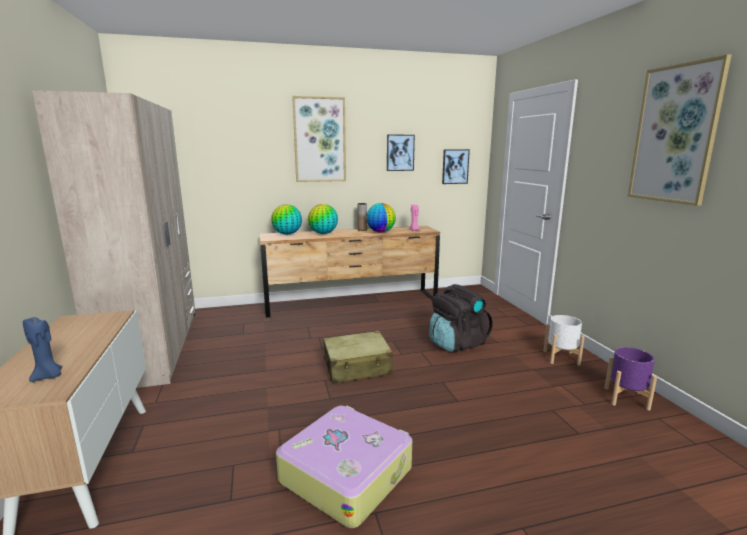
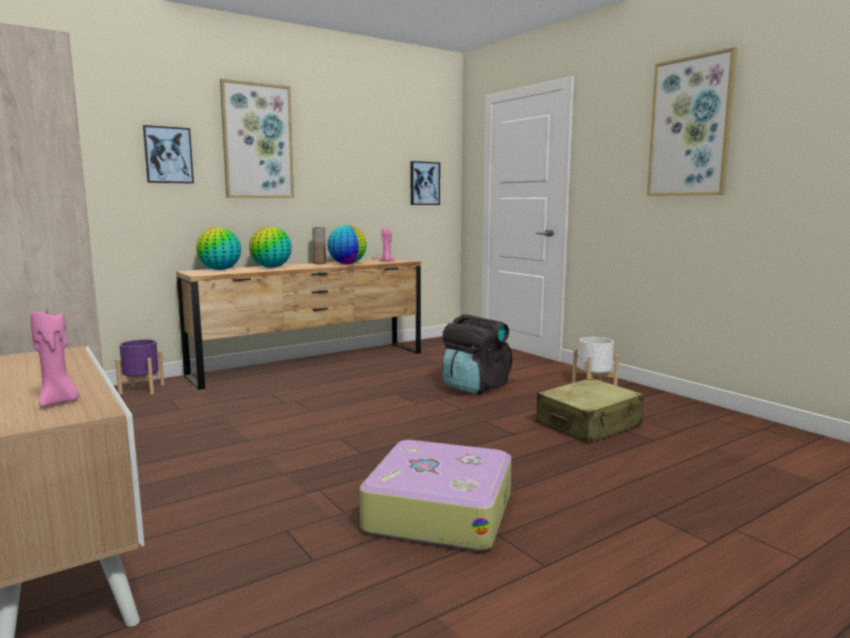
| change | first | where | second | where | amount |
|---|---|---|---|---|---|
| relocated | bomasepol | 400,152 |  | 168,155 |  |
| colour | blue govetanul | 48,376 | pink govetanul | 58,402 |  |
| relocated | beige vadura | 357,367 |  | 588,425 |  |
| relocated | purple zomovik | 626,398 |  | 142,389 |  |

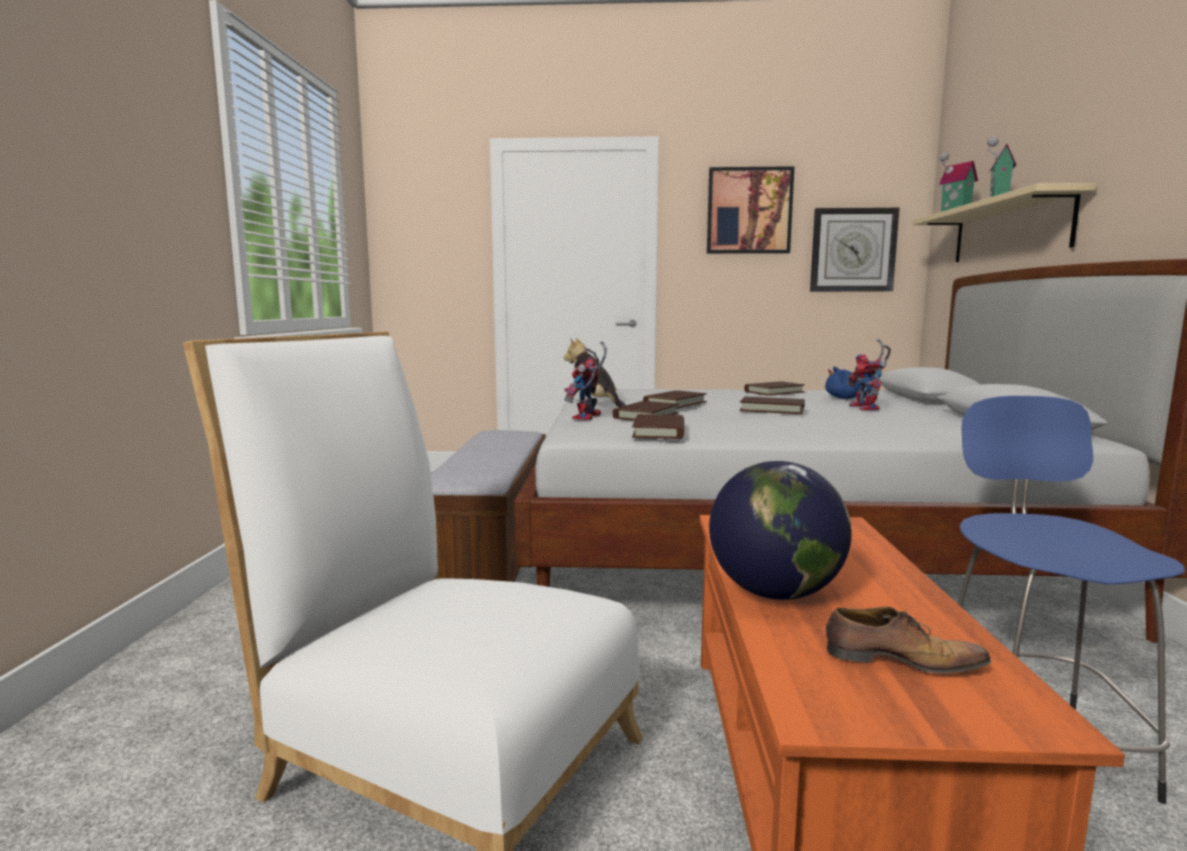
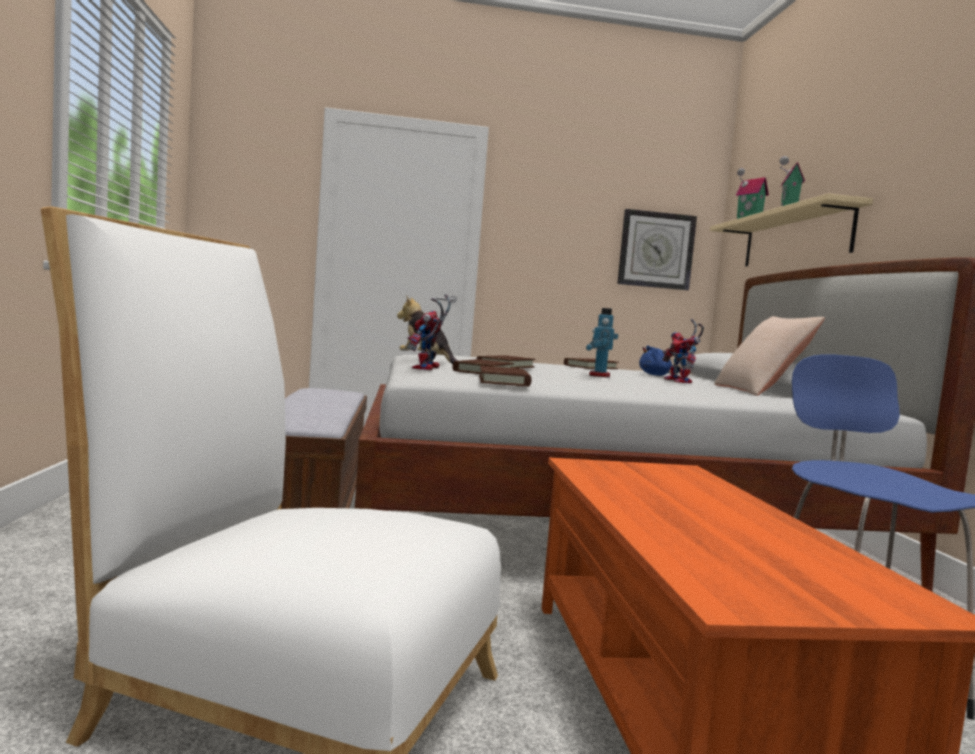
| change | first | where | second | where | amount |
|---|---|---|---|---|---|
| missing | bomasepol | 749,211 |  |  |  |
| exchanged | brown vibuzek | 772,409 | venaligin | 598,375 |  |
| missing | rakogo | 776,593 |  |  |  |
| missing | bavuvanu | 899,660 |  |  |  |
| appeared |  |  | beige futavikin | 760,392 |  |

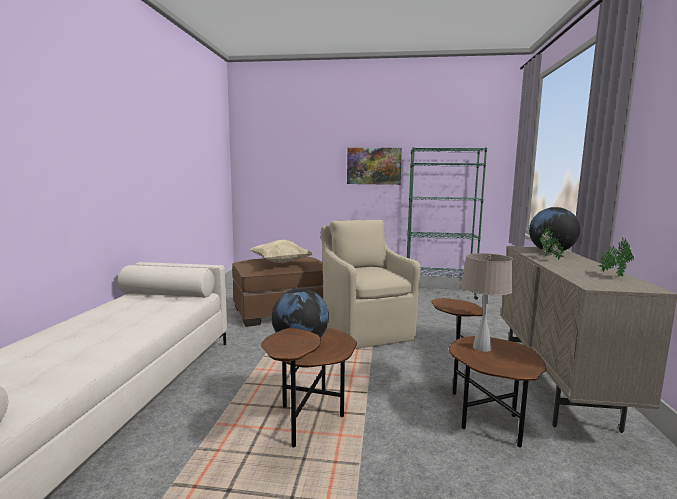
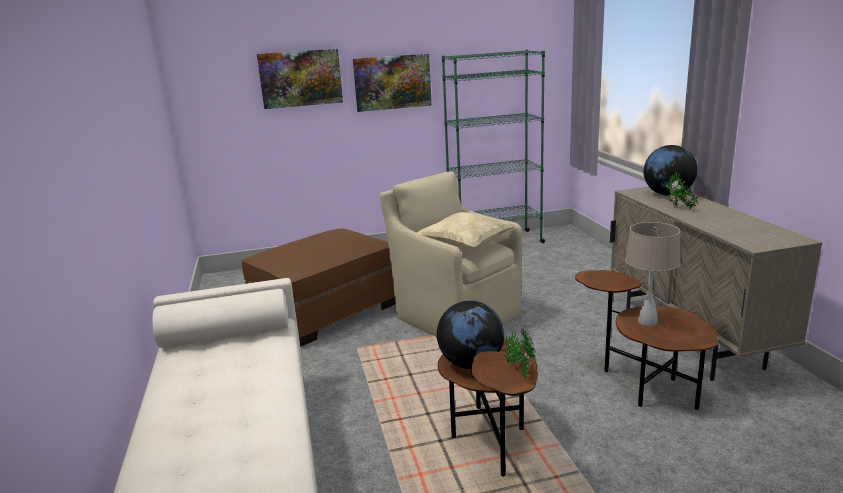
| change | first | where | second | where | amount |
|---|---|---|---|---|---|
| relocated | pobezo | 613,275 |  | 519,370 |  |
| relocated | beige futavikin | 280,263 |  | 465,246 |  |
| appeared |  |  | bomasepol | 300,78 |  |

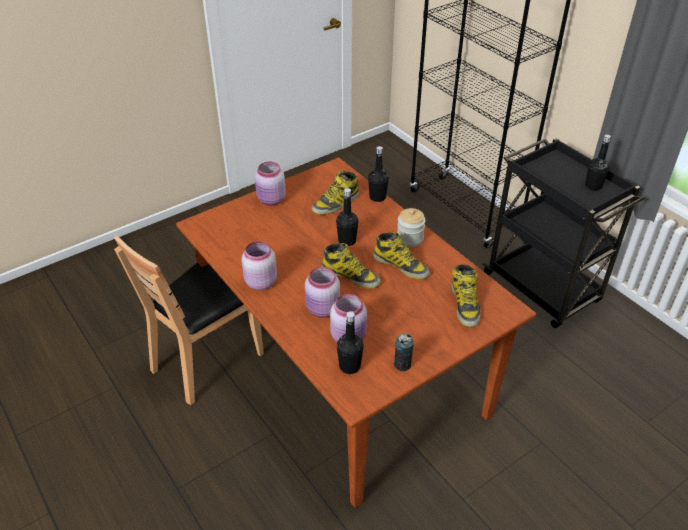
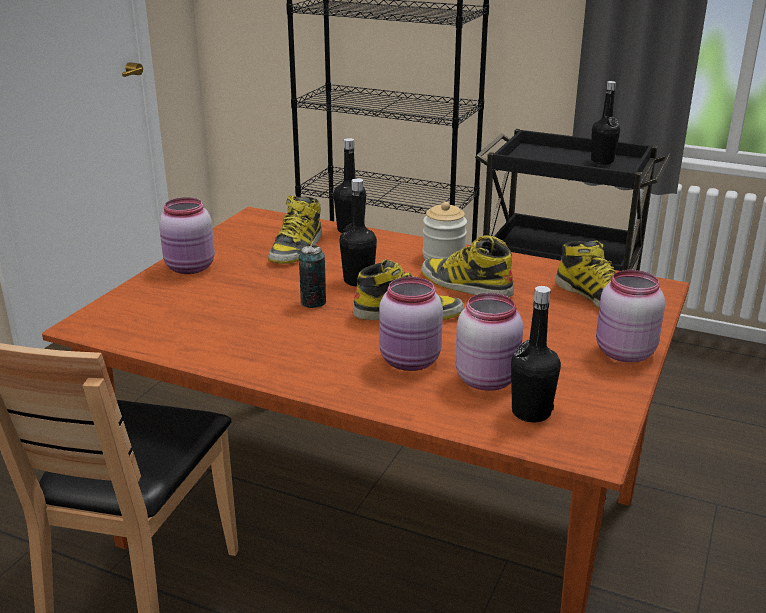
| change | first | where | second | where | amount |
|---|---|---|---|---|---|
| spun | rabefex | 401,265 |  | 465,285 | 150 degrees counterclockwise |
| relocated | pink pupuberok | 260,282 |  | 623,353 |  |
| relocated | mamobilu | 402,364 |  | 313,302 |  |

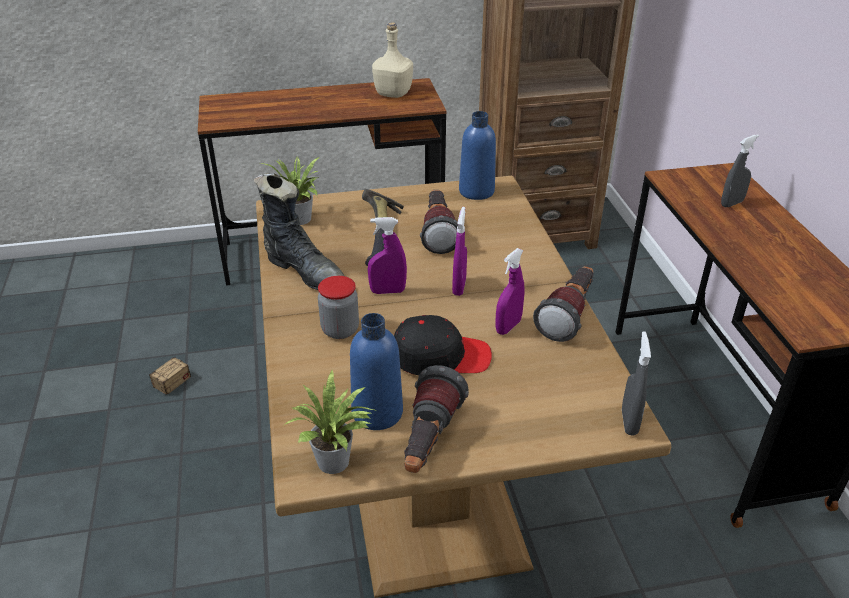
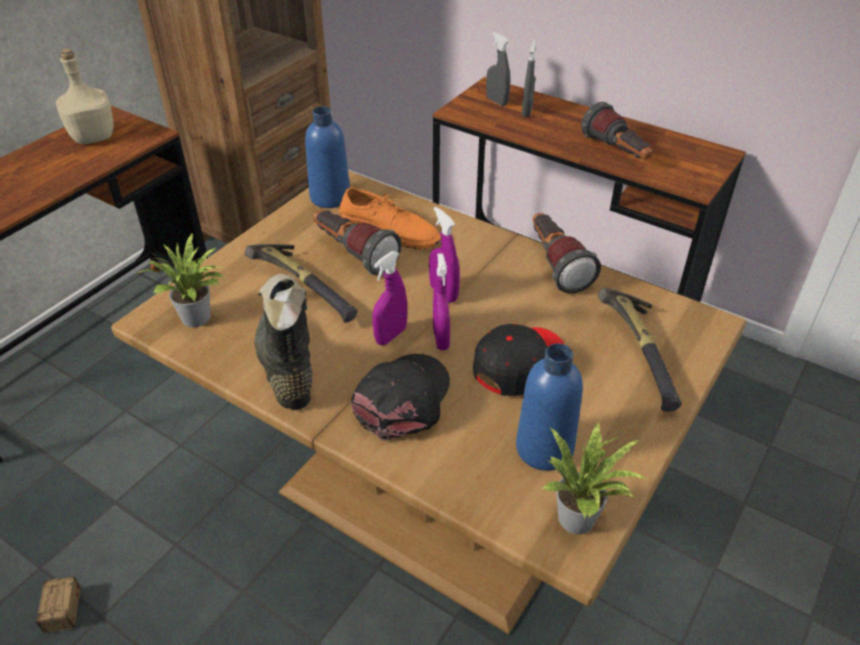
| change | first | where | second | where | amount |
|---|---|---|---|---|---|
| spun | black rabefex | 305,272 |  | 284,367 | 105 degrees counterclockwise |
| relocated | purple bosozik | 508,327 |  | 441,339 |  |
| exchanged | pupuberok | 340,330 | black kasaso | 403,399 |  |
| relocated | grey bosozik | 629,422 |  | 496,101 |  |
| relocated | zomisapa | 428,442 |  | 617,153 |  |
| appeared |  |  | orange bavuvanu | 389,229 |  |
| appeared |  |  | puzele | 644,354 |  |

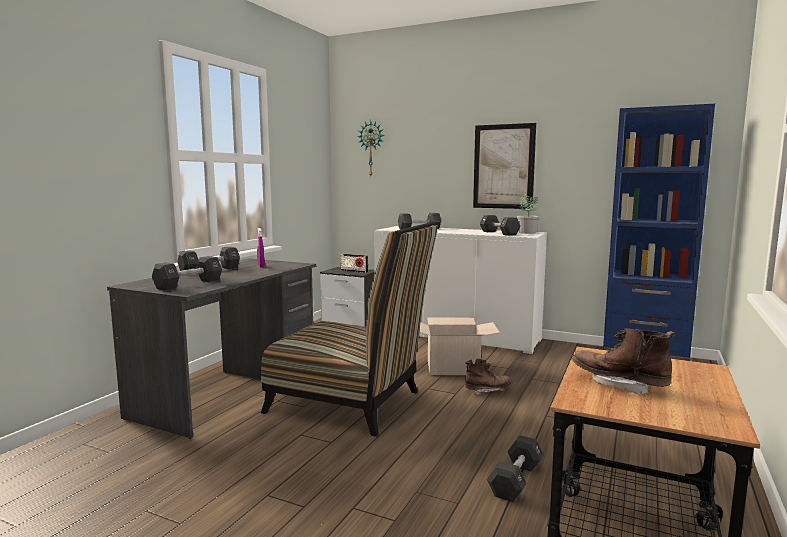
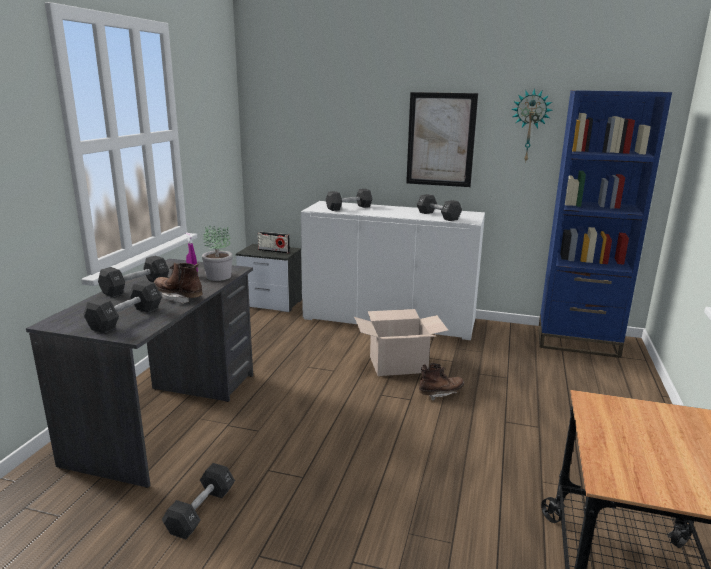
| change | first | where | second | where | amount |
|---|---|---|---|---|---|
| relocated | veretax | 371,148 |  | 529,126 |  |
| relocated | pobezo | 527,232 |  | 219,277 |  |
| missing | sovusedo | 352,404 |  |  |  |
| relocated | brown rabefex | 619,384 |  | 179,297 |  |
| relocated | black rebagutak | 515,480 |  | 201,511 |  |

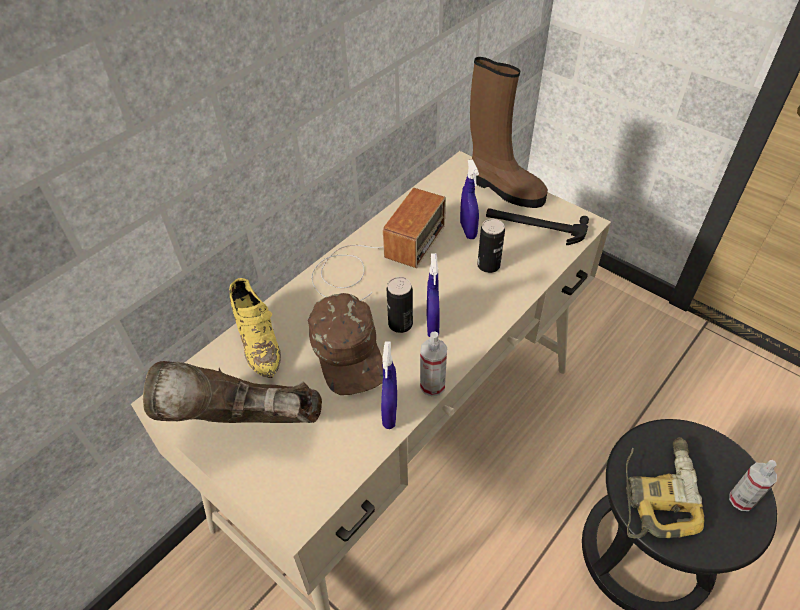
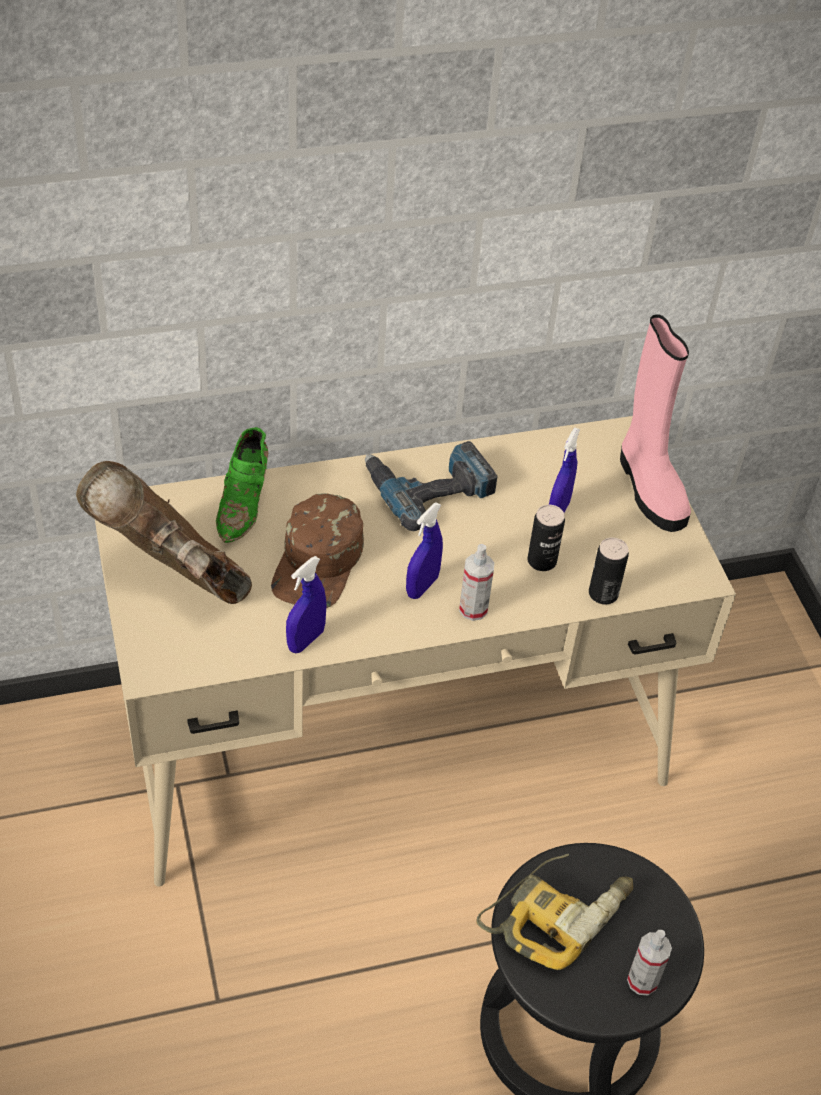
| change | first | where | second | where | amount |
|---|---|---|---|---|---|
| colour | brown rabefex | 503,188 | pink rabefex | 649,487 |  |
| exchanged | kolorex | 375,259 | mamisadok | 429,486 |  |
| missing | puzele | 535,225 |  |  |  |
| relocated | mamobilu | 400,324 |  | 603,594 |  |
| colour | yellow bavuvanu | 258,340 | green bavuvanu | 244,502 |  |
| relocated | bosozik | 432,385 |  | 473,609 |  |

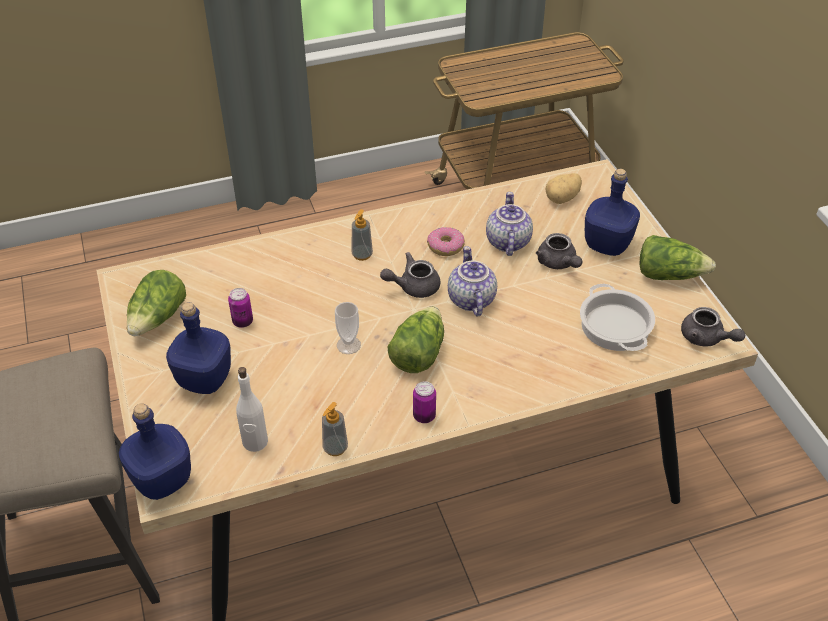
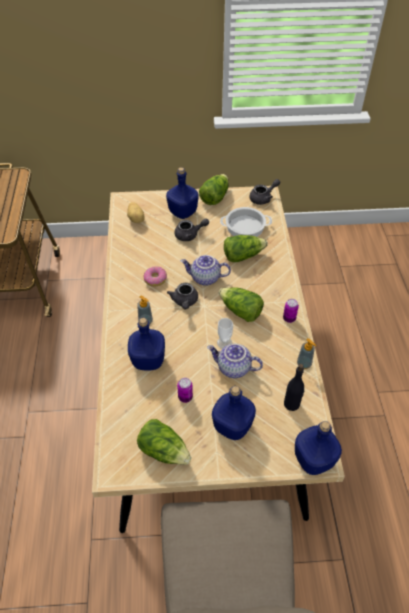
| change | first | where | second | where | amount |
|---|---|---|---|---|---|
| relocated | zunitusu | 506,241 |  | 233,368 |  |
| colour | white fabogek | 255,442 | black fabogek | 292,404 |  |
| appeared |  |  | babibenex | 242,255 |  |
| appeared |  |  | blue fabogek | 147,360 |  |

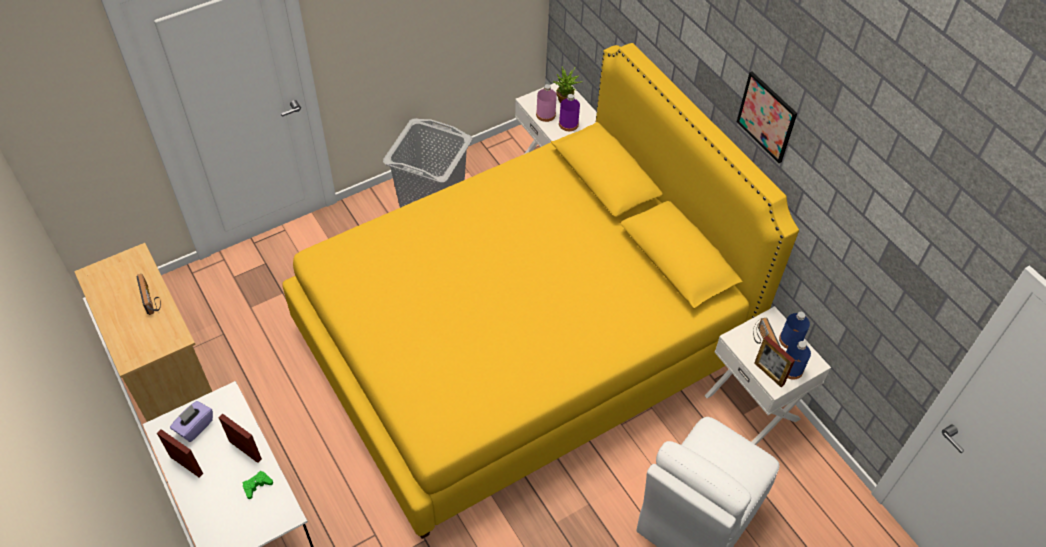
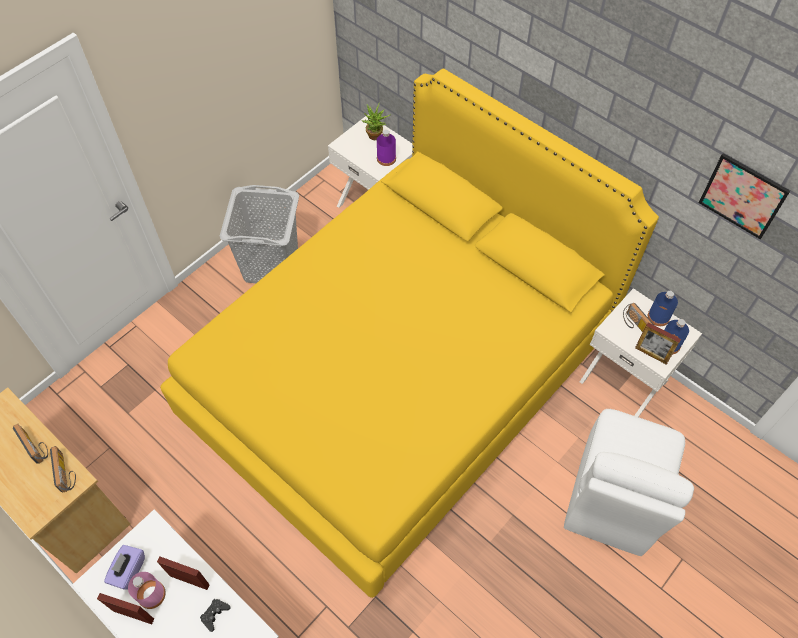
| change | first | where | second | where | amount |
|---|---|---|---|---|---|
| relocated | bomasepol | 766,117 |  | 743,196 |  |
| relocated | pink fabogek | 545,114 |  | 151,594 |  |
| colour | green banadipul | 257,485 | black banadipul | 215,614 |  |
| appeared |  |  | kolorex | 67,473 |  |

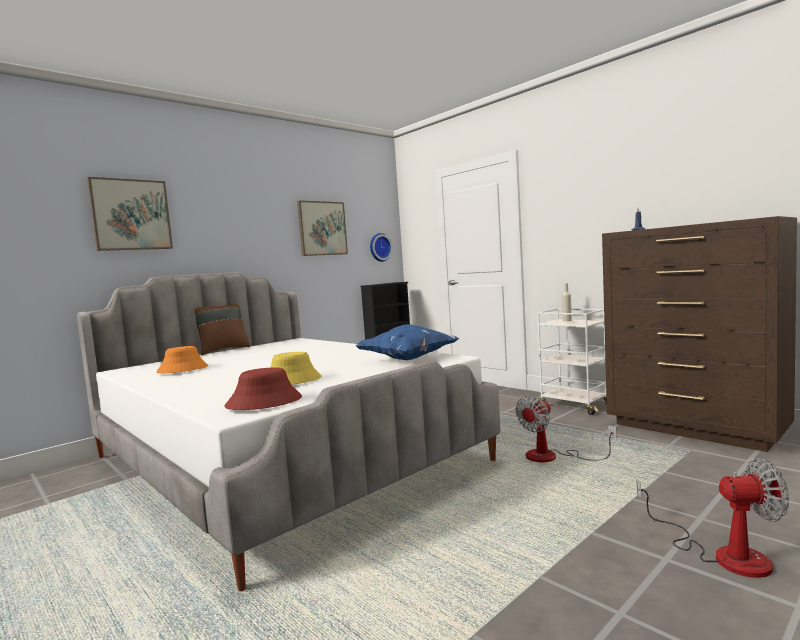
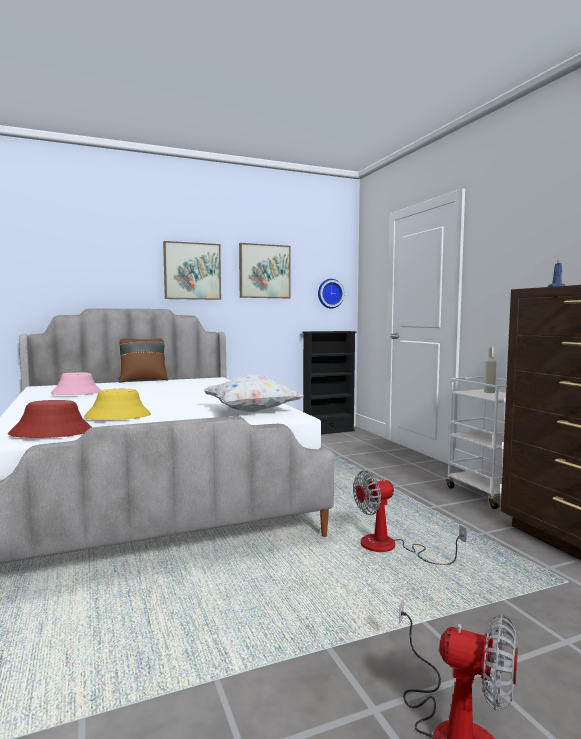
| change | first | where | second | where | amount |
|---|---|---|---|---|---|
| relocated | bomasepol | 131,215 |  | 192,271 |  |
| colour | blue futavikin | 408,359 | white futavikin | 252,411 |  |
| colour | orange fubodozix | 182,370 | pink fubodozix | 76,393 |  |

